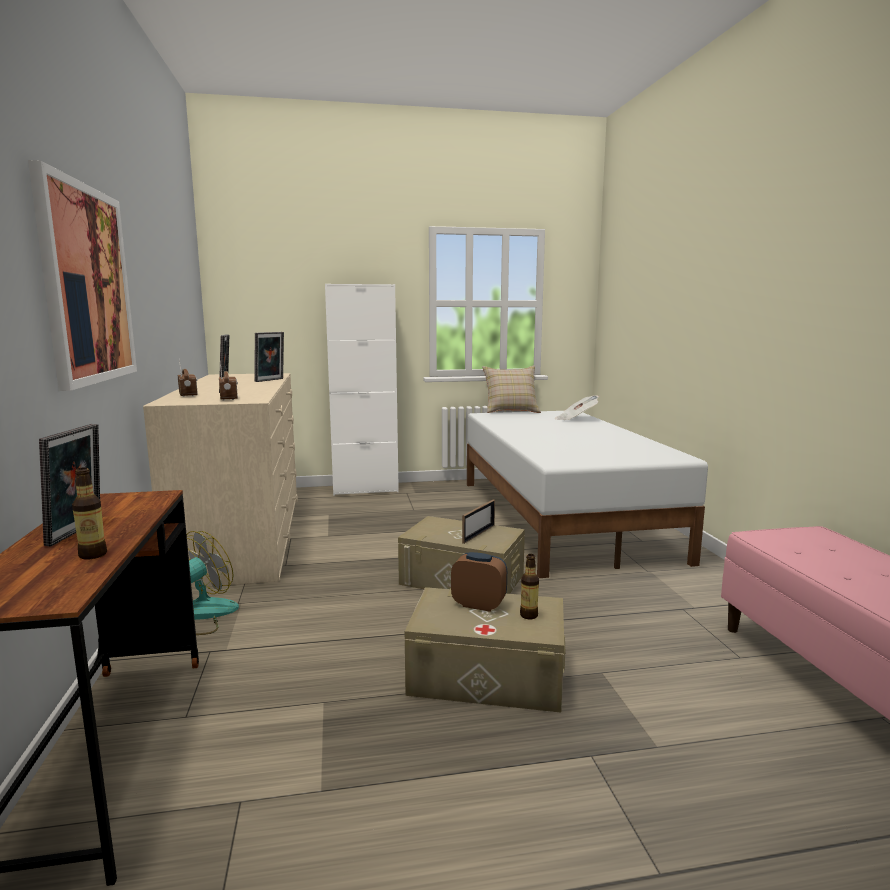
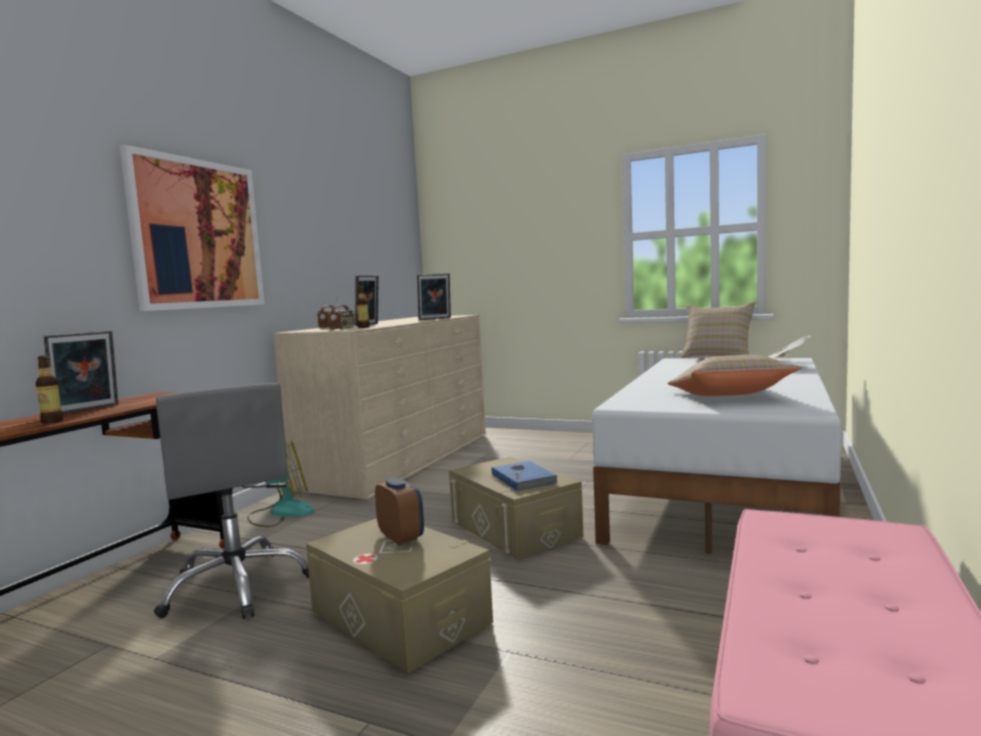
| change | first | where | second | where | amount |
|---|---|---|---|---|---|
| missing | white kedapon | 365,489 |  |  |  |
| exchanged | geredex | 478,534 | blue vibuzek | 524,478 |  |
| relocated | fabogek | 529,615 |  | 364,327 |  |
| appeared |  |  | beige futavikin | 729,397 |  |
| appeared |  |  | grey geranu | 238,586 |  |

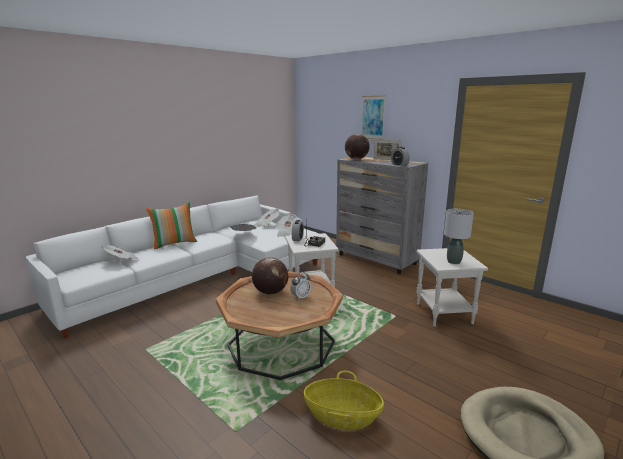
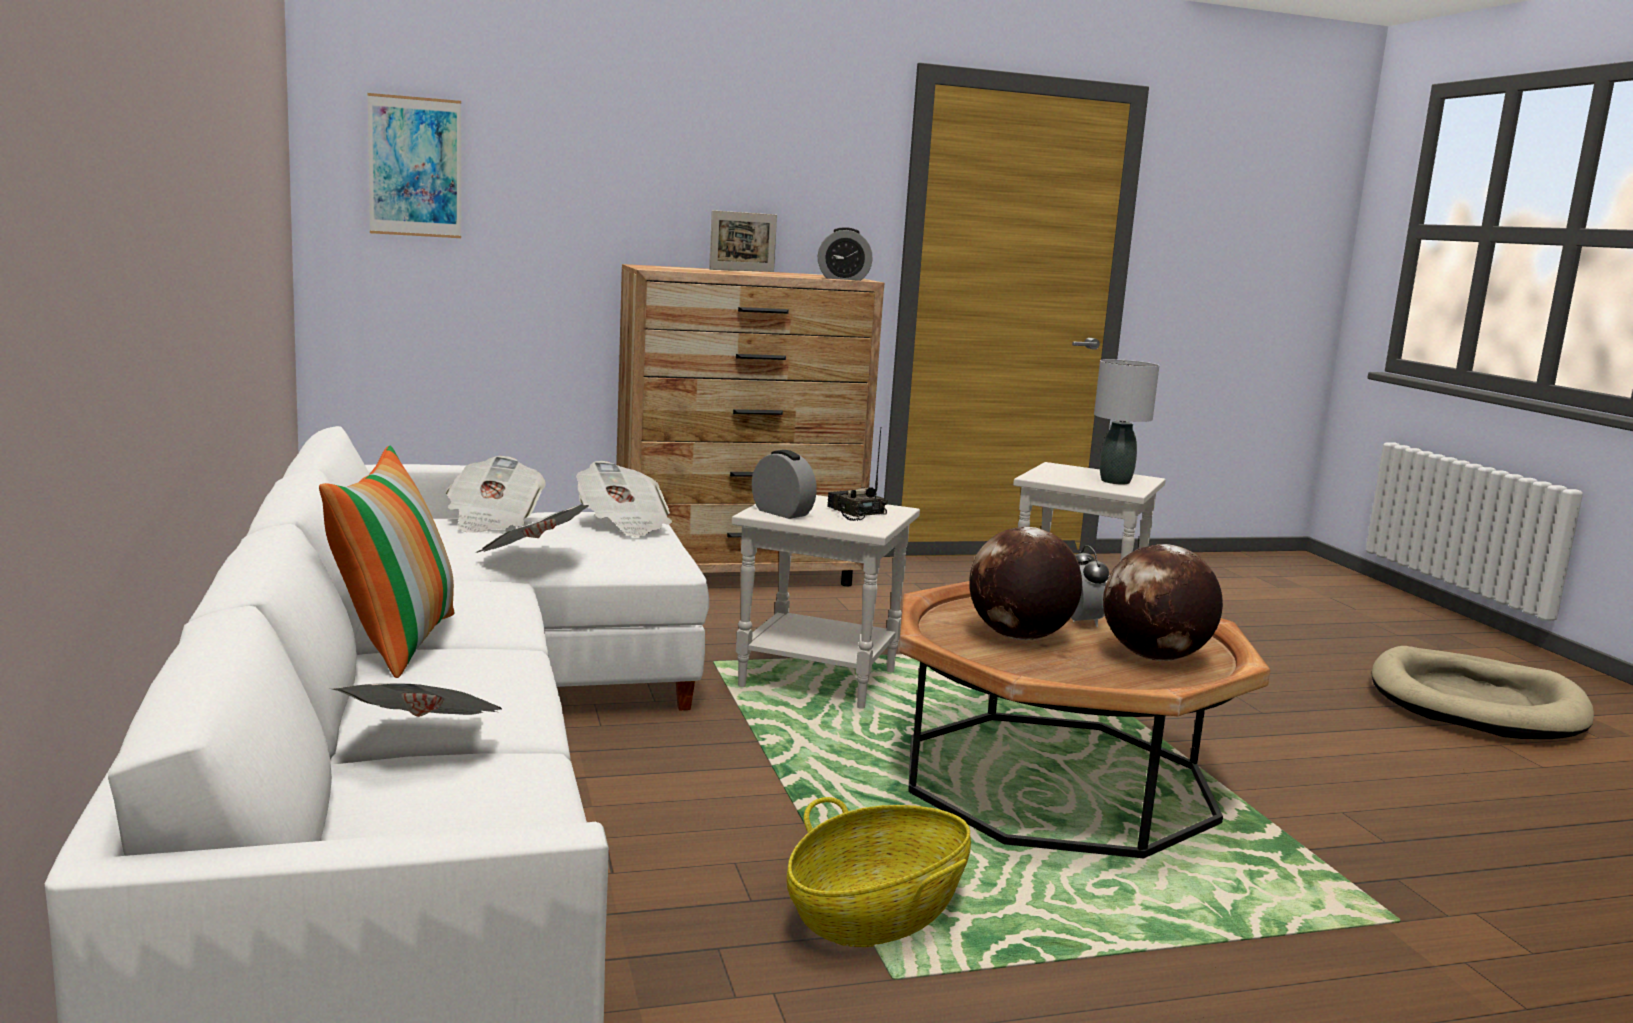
| change | first | where | second | where | amount |
|---|---|---|---|---|---|
| relocated | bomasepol | 373,117 |  | 415,167 |  |
| relocated | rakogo | 356,159 |  | 1155,657 |  |
| colour | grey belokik | 376,259 | brown belokik | 737,575 |  |
| relocated | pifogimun | 342,416 |  | 876,913 |  |

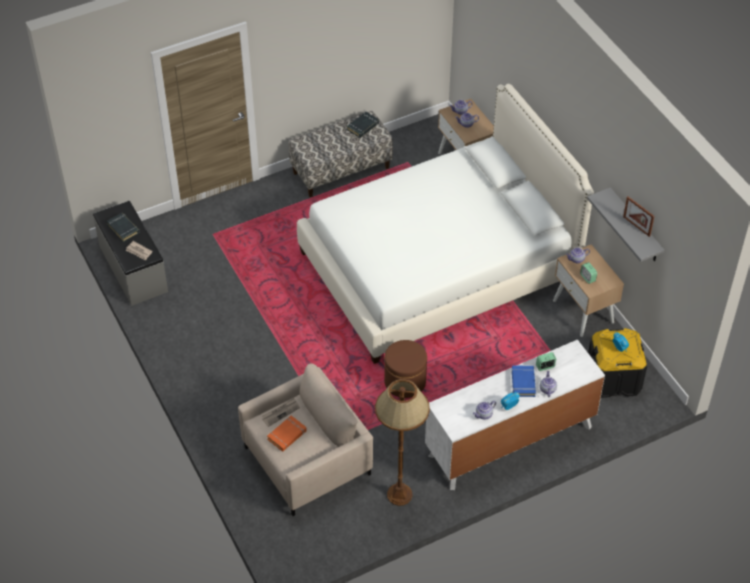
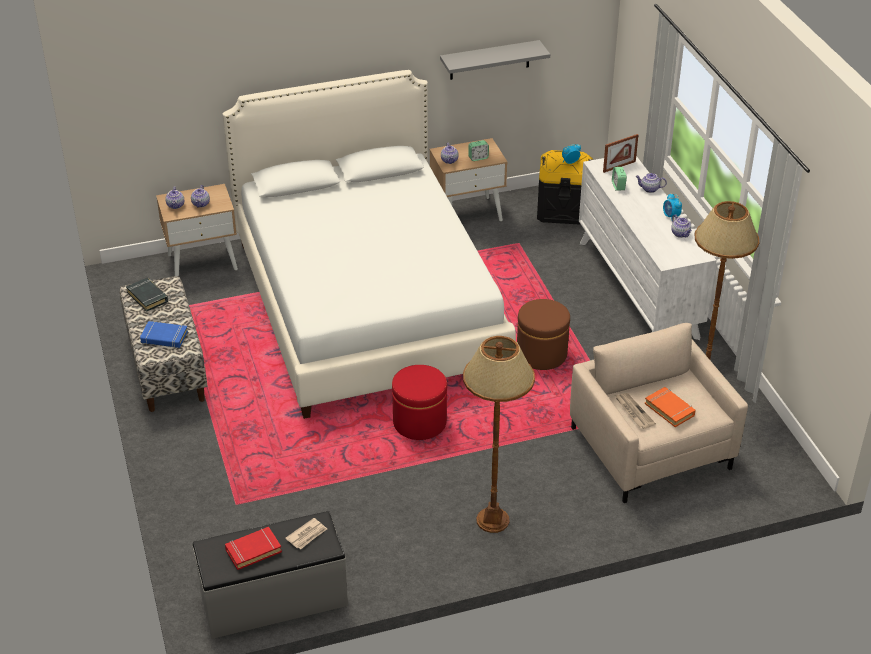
| change | first | where | second | where | amount |
|---|---|---|---|---|---|
| relocated | geredex | 636,226 |  | 619,166 |  |
| colour | black vibuzek | 123,229 | red vibuzek | 253,550 |  |
| relocated | blue vibuzek | 523,383 |  | 164,337 |  |
| appeared |  |  | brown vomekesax | 493,520 |  |
| appeared |  |  | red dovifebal | 419,422 |  |

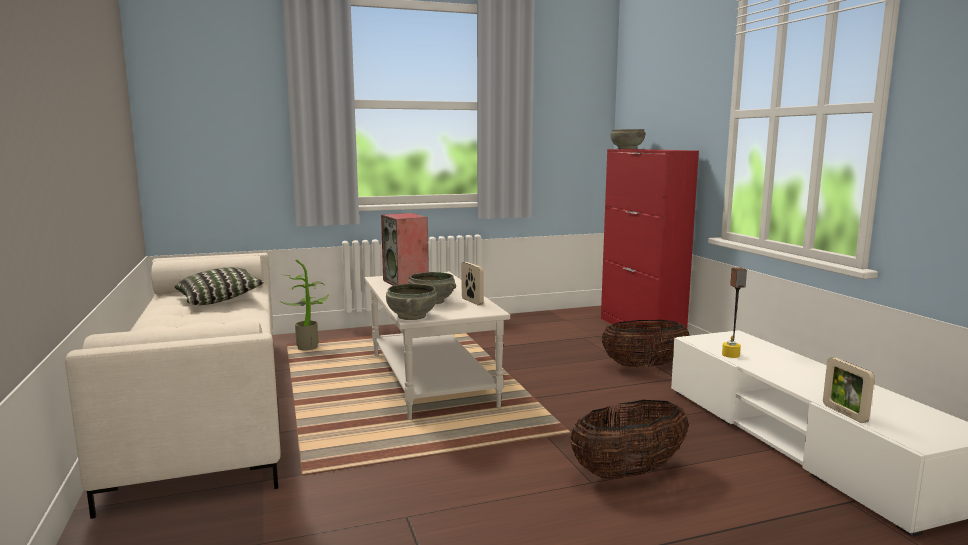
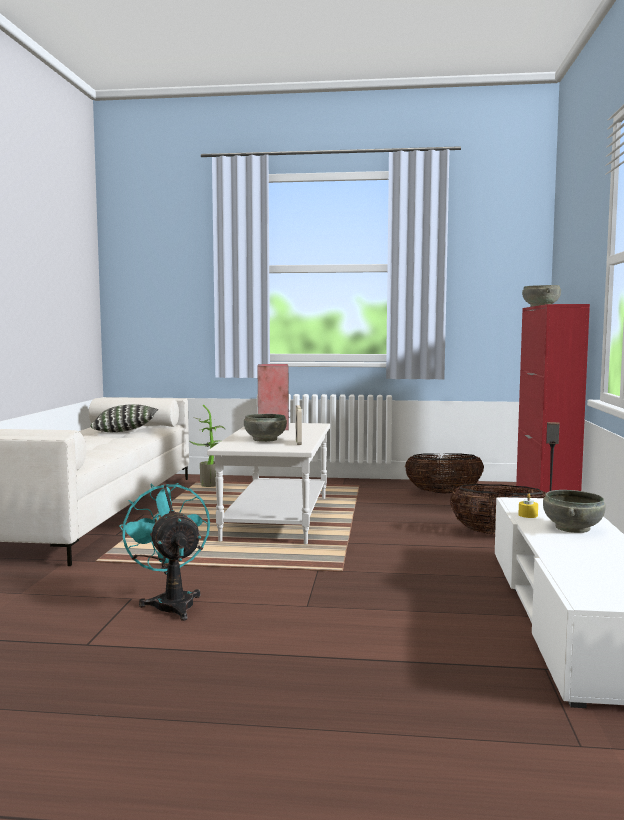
| change | first | where | second | where | amount |
|---|---|---|---|---|---|
| relocated | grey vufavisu | 411,316 |  | 571,528 |  |
| missing | geredex | 844,413 |  |  |  |
| relocated | pifogimun | 628,472 |  | 443,492 |  |
| appeared |  |  | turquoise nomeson | 171,602 |  |

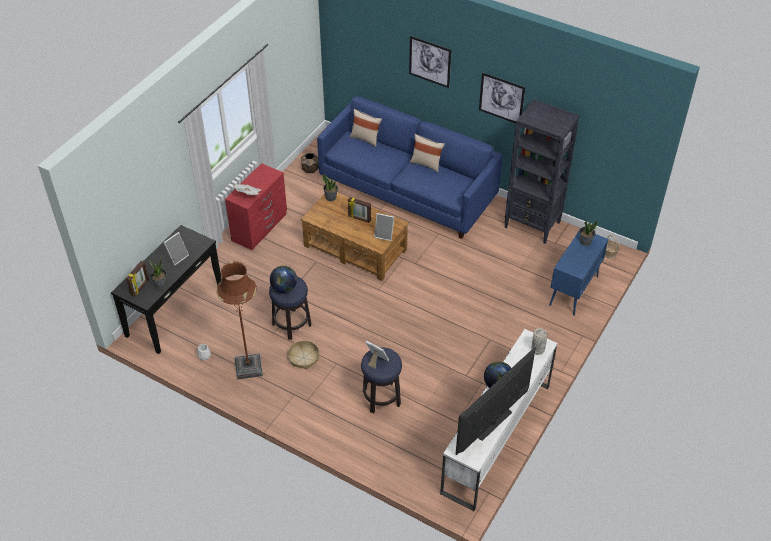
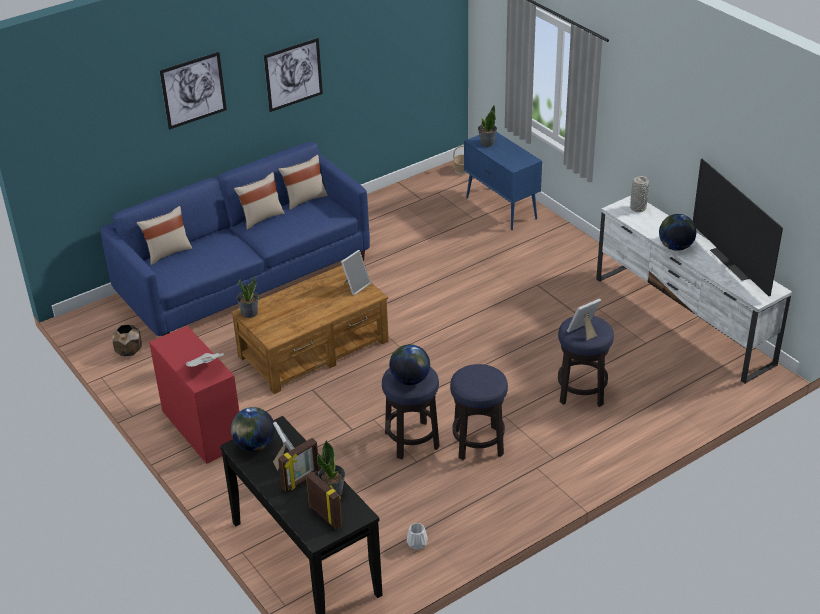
| change | first | where | second | where | amount |
|---|---|---|---|---|---|
| missing | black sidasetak | 532,225 |  |  |  |
| relocated | geredex | 359,218 |  | 301,481 |  |
| missing | brown vomekesax | 248,367 |  |  |  |
| exchanged | pifogimun | 303,358 | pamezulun | 478,443 |  |
| appeared |  |  | beige futavikin | 304,199 |  |
| appeared |  |  | rakogo | 254,445 |  |

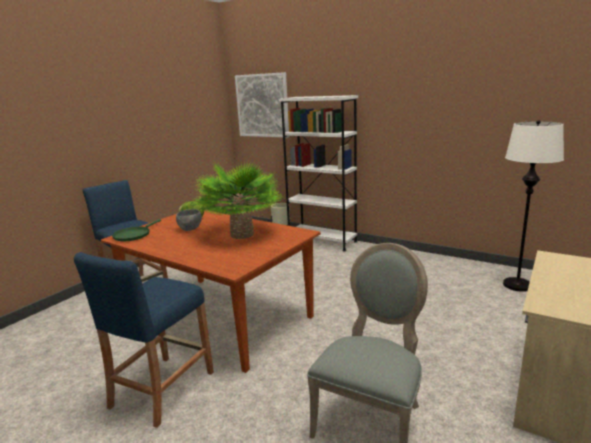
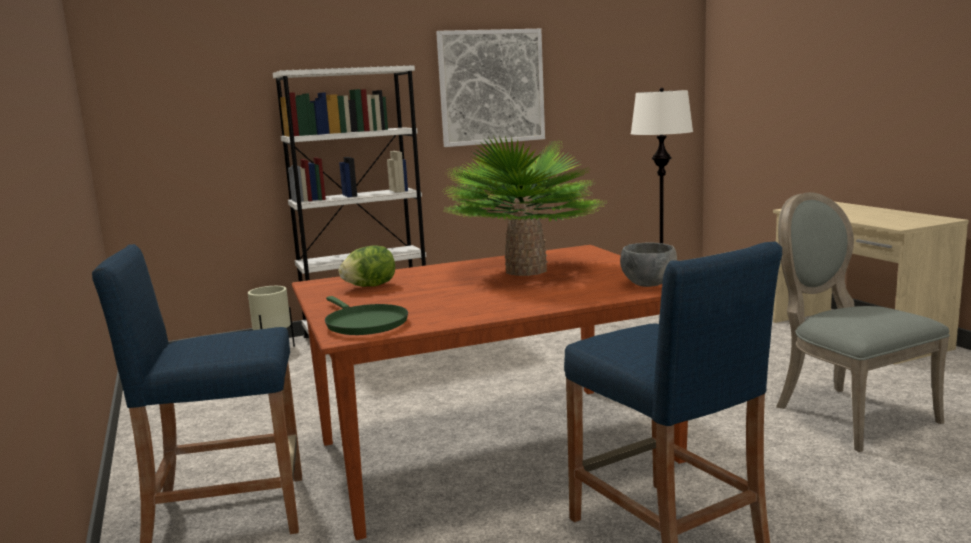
| change | first | where | second | where | amount |
|---|---|---|---|---|---|
| relocated | bomasepol | 262,105 |  | 491,87 |  |
| relocated | grey vufavisu | 190,229 |  | 648,284 |  |

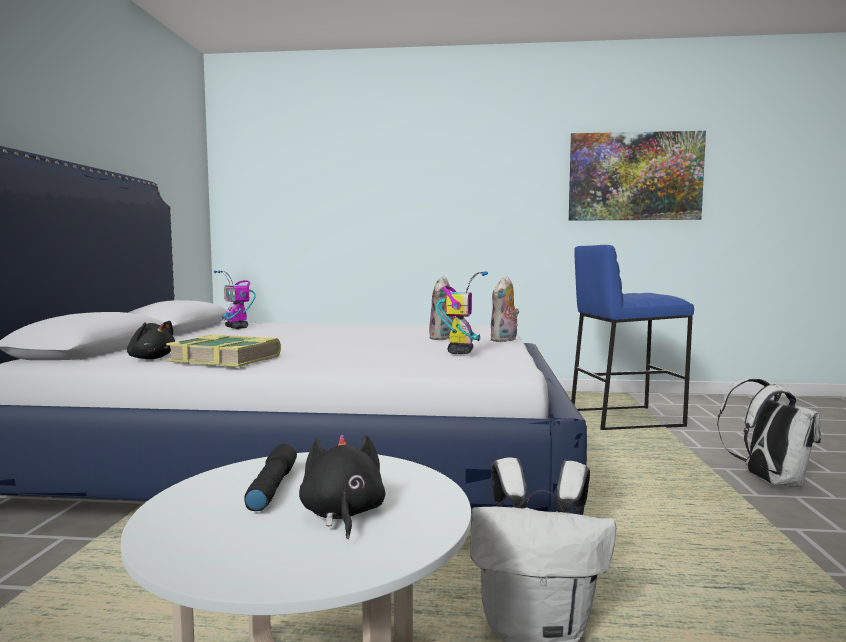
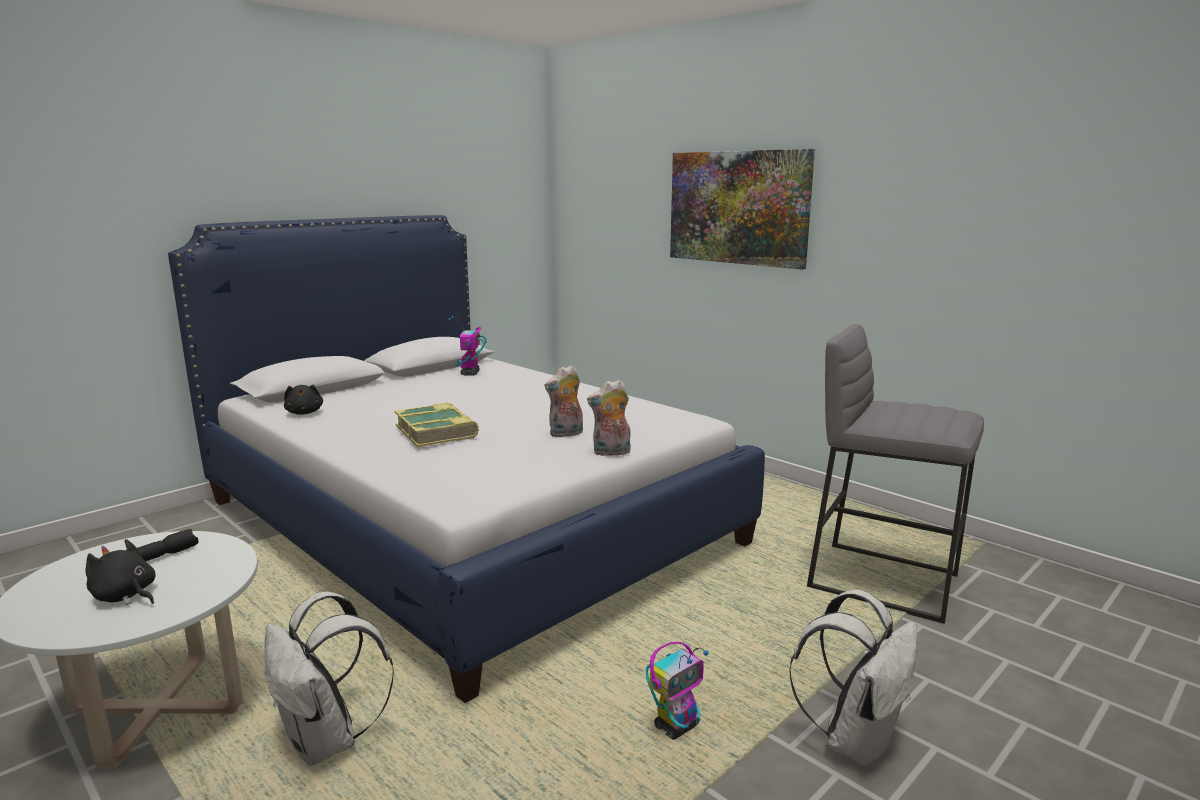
| change | first | where | second | where | amount |
|---|---|---|---|---|---|
| relocated | bomasepol | 635,176 |  | 737,207 |  |
| colour | blue pamezulun | 625,418 | grey pamezulun | 884,580 |  |
| relocated | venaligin | 460,352 |  | 676,727 |  |
| relocated | vibuzek | 226,359 |  | 437,432 |  |
| spun | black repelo | 342,514 |  | 125,596 | 90 degrees counterclockwise |

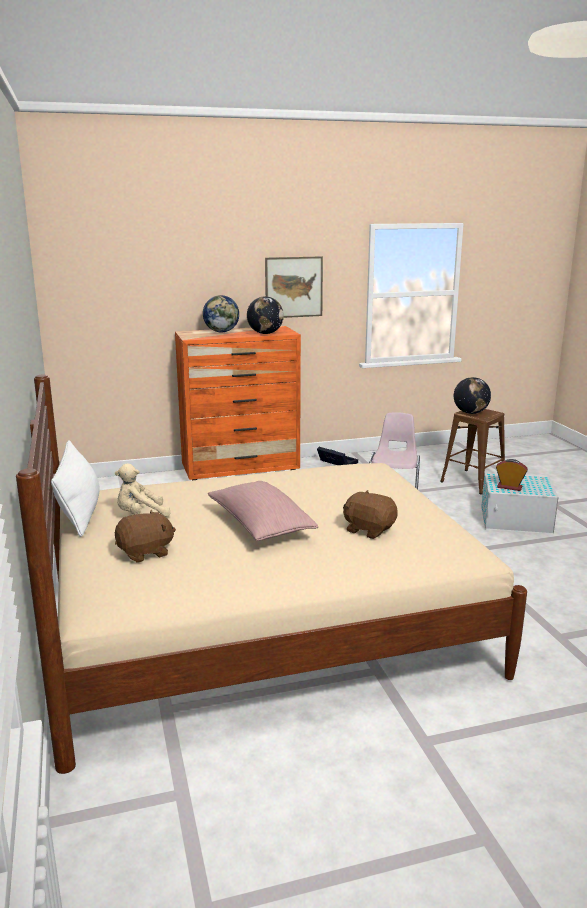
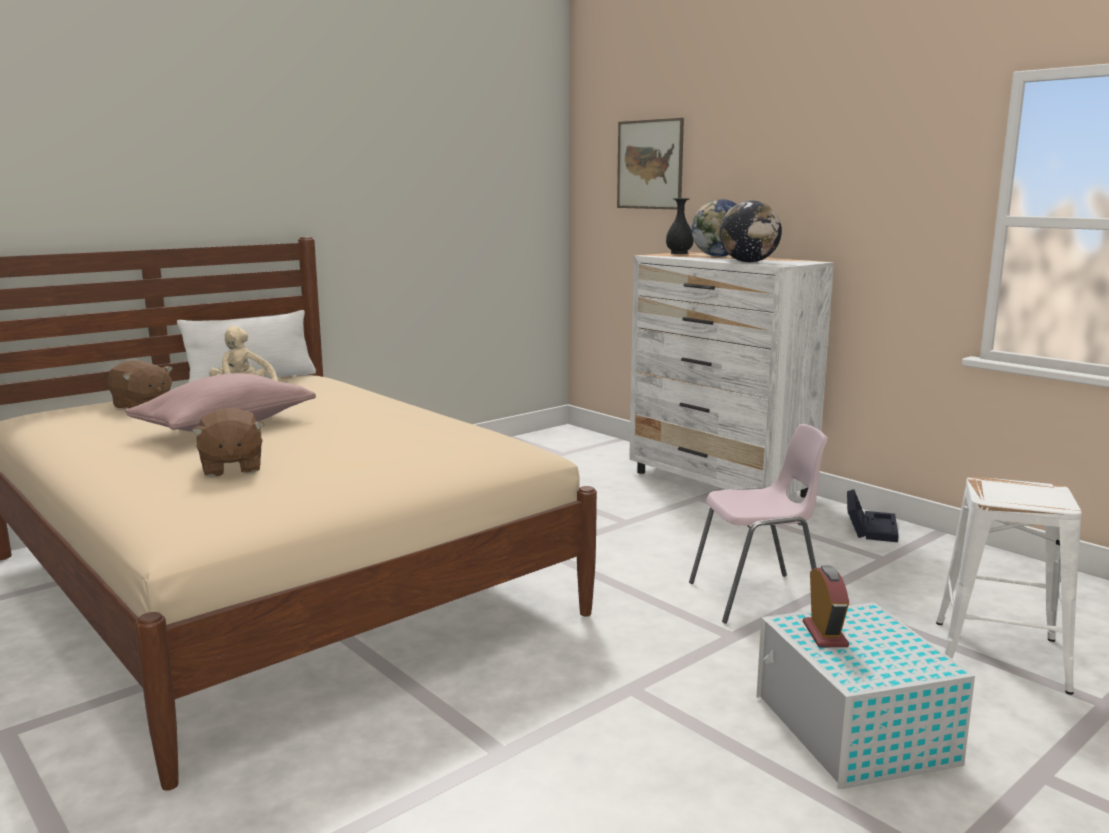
| change | first | where | second | where | amount |
|---|---|---|---|---|---|
| relocated | bomasepol | 294,287 |  | 649,164 |  |
| colour | orange belokik | 241,473 | white belokik | 719,484 |  |
| missing | rakogo | 470,413 |  |  |  |
| colour | brown pamezulun | 473,481 | white pamezulun | 999,656 |  |
| spun | brown repelo | 369,530 |  | 231,468 | 150 degrees clockwise |
| appeared |  |  | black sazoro | 679,253 |  |

